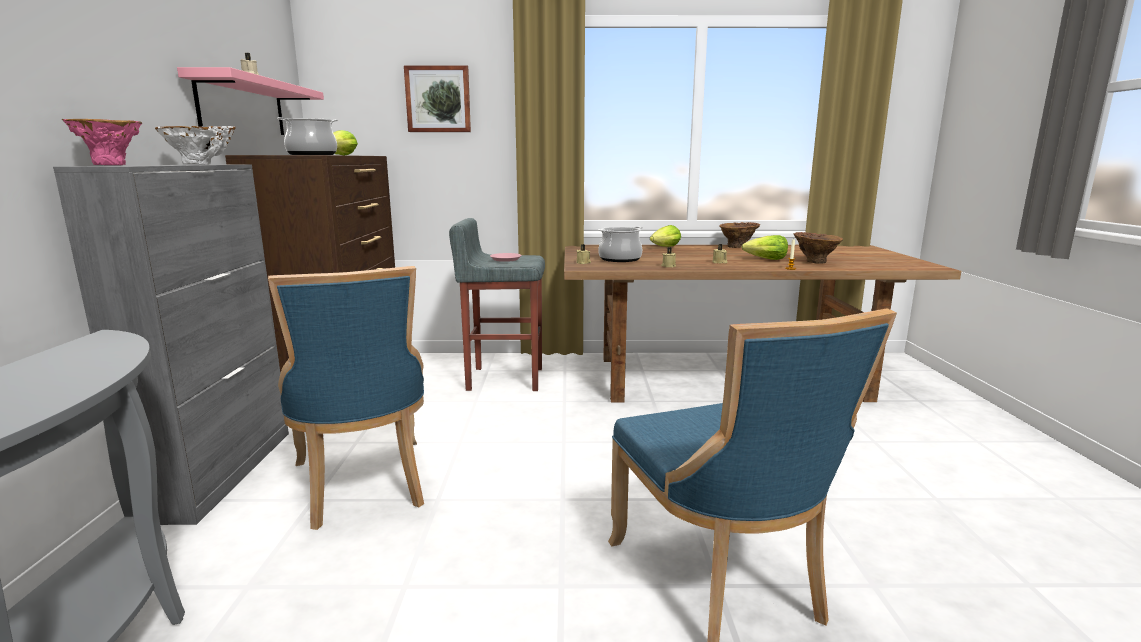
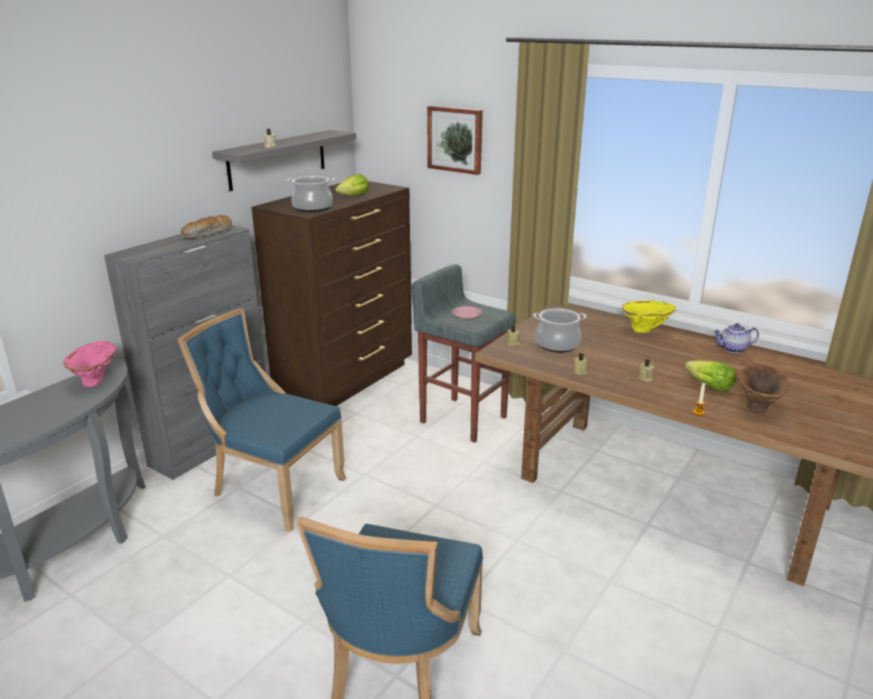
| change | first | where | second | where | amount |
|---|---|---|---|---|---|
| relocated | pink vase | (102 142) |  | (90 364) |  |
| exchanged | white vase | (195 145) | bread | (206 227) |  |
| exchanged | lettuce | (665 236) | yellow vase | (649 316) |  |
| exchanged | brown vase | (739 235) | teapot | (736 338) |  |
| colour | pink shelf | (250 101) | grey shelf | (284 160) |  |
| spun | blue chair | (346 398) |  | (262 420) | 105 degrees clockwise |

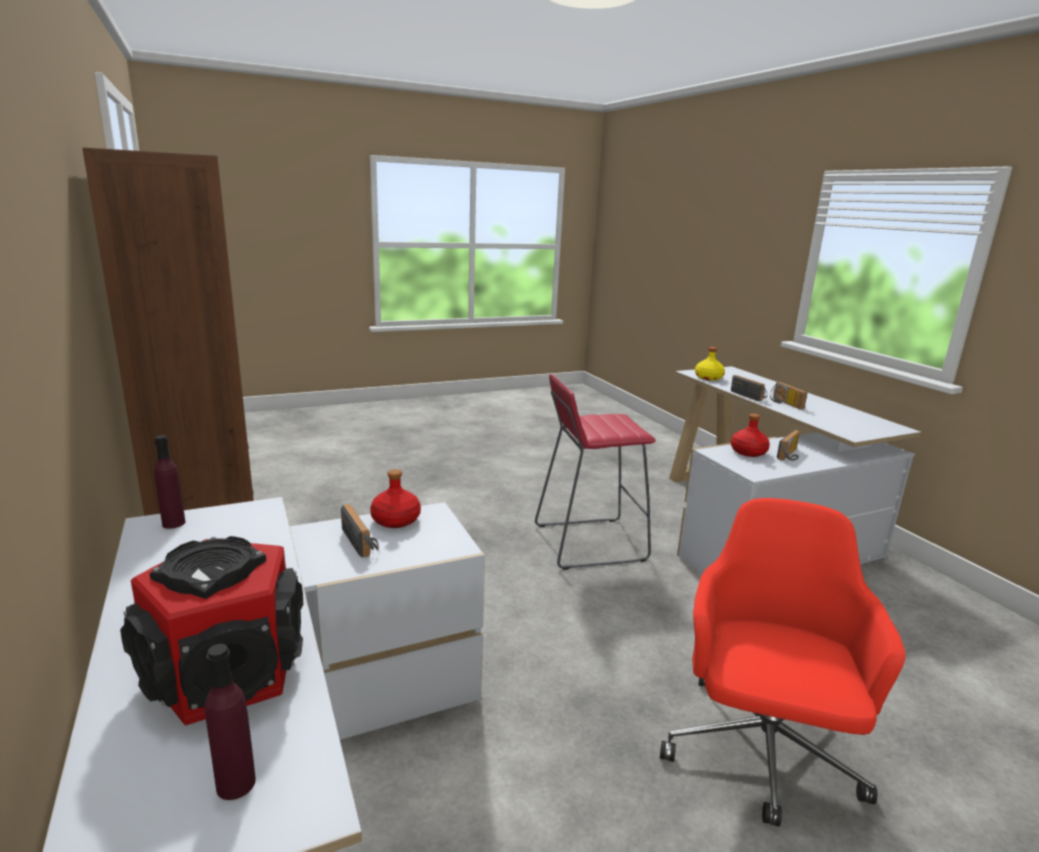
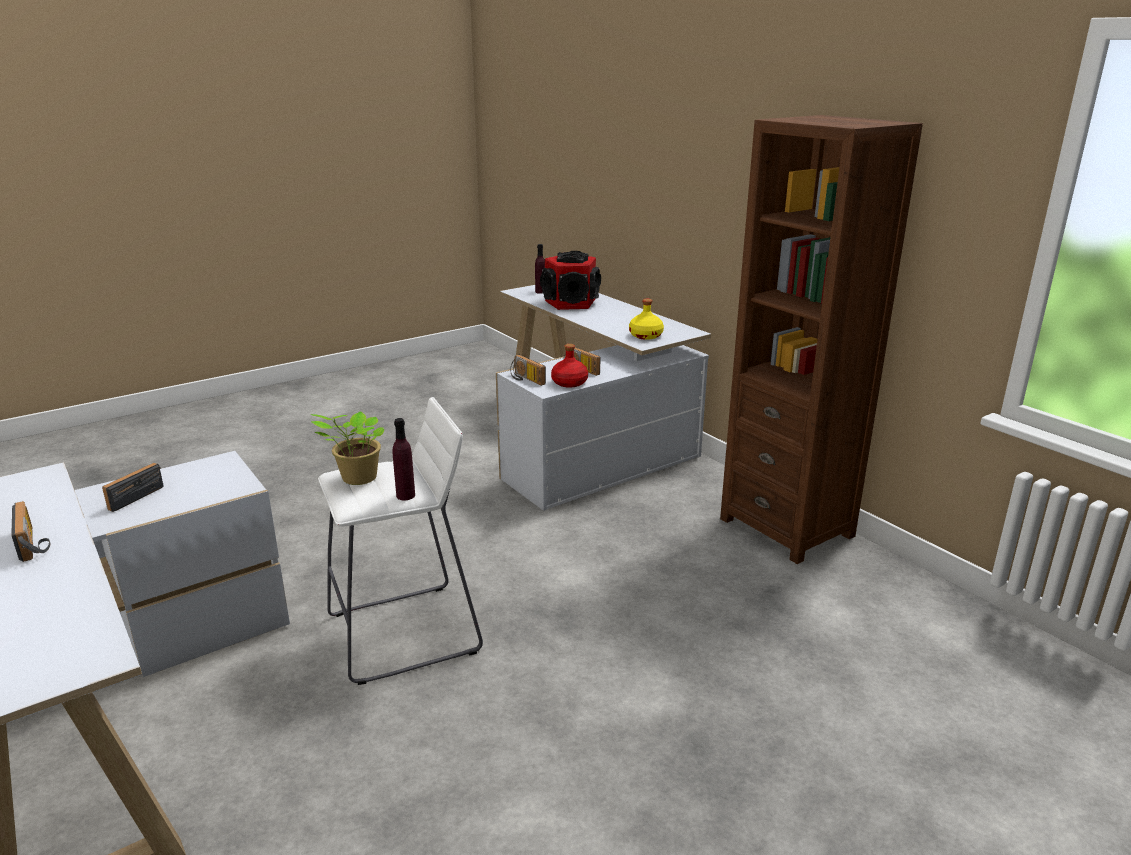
| change | first | where | second | where | amount |
|---|---|---|---|---|---|
| missing | red office chair | (783 662) |  |  |  |
| missing | red bottle | (750 435) |  |  |  |
| appeared |  |  | potted plant | (347 448) |  |
| relocated | purple bottle | (169 482) |  | (403 459) |  |
| relocated | yellow bottle | (710 364) |  | (646 319) |  |
| relocated | radio | (749 388) |  | (528 370) |  |
| colour | red stool | (595 472) | white stool | (400 541) |  |

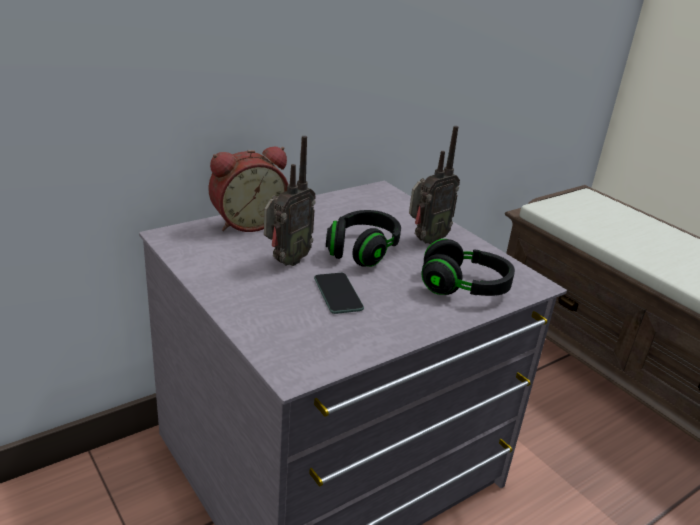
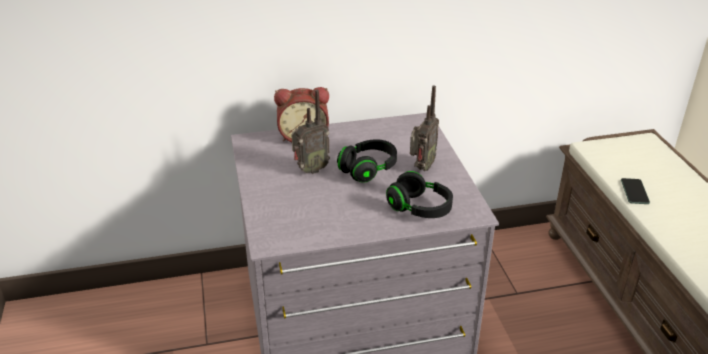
| change | first | where | second | where | amount |
|---|---|---|---|---|---|
| relocated | phone | (339 293) |  | (635 191) |  |
| spun | radio | (434 185) |  | (424 128) | 45 degrees counterclockwise |

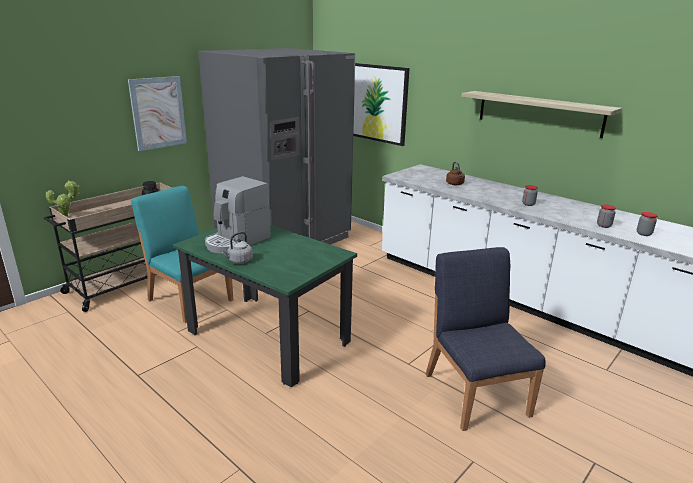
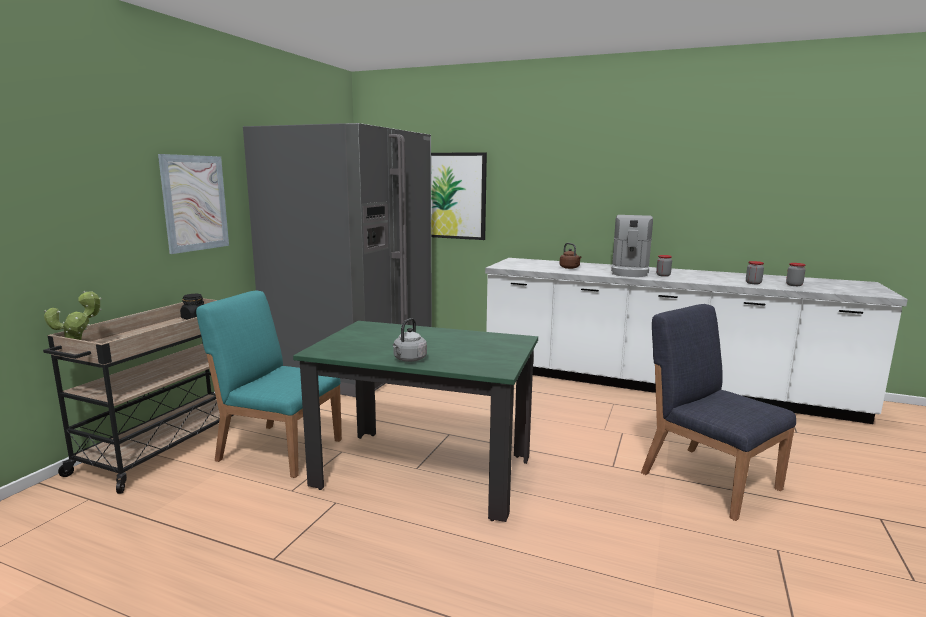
| change | first | where | second | where | amount |
|---|---|---|---|---|---|
| missing | shelf | (541 114) |  |  |  |
| relocated | coffee machine | (238 215) |  | (632 246) |  |

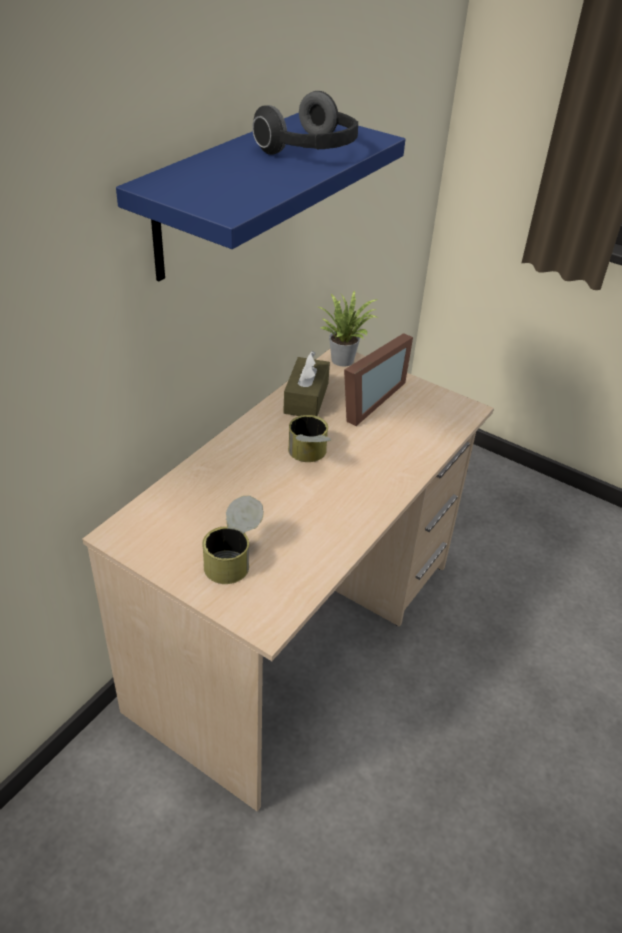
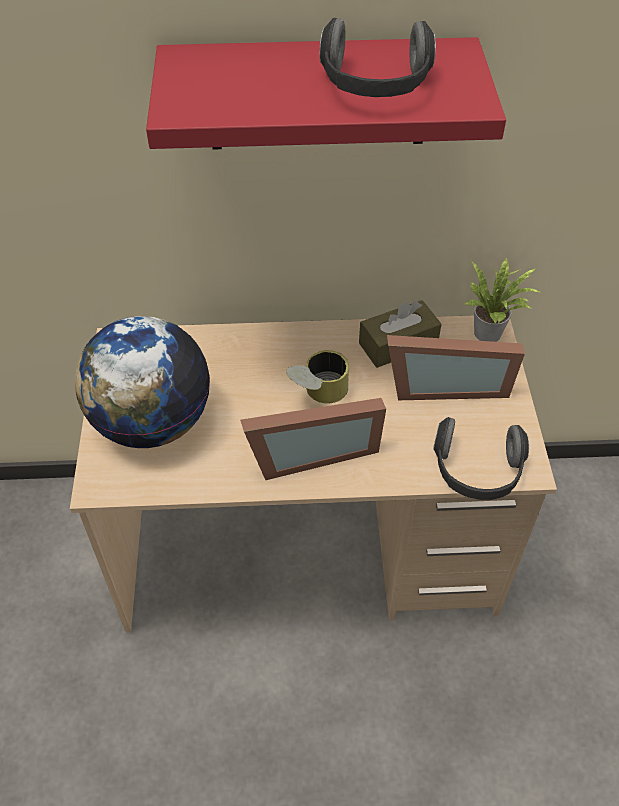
| change | first | where | second | where | amount |
|---|---|---|---|---|---|
| appeared |  |  | picture frame | (313 439) |  |
| appeared |  |  | headphones | (481 458) |  |
| exchanged | can | (233 540) | globe | (142 382) |  |
| colour | blue shelf | (260 197) | red shelf | (326 93) |  |

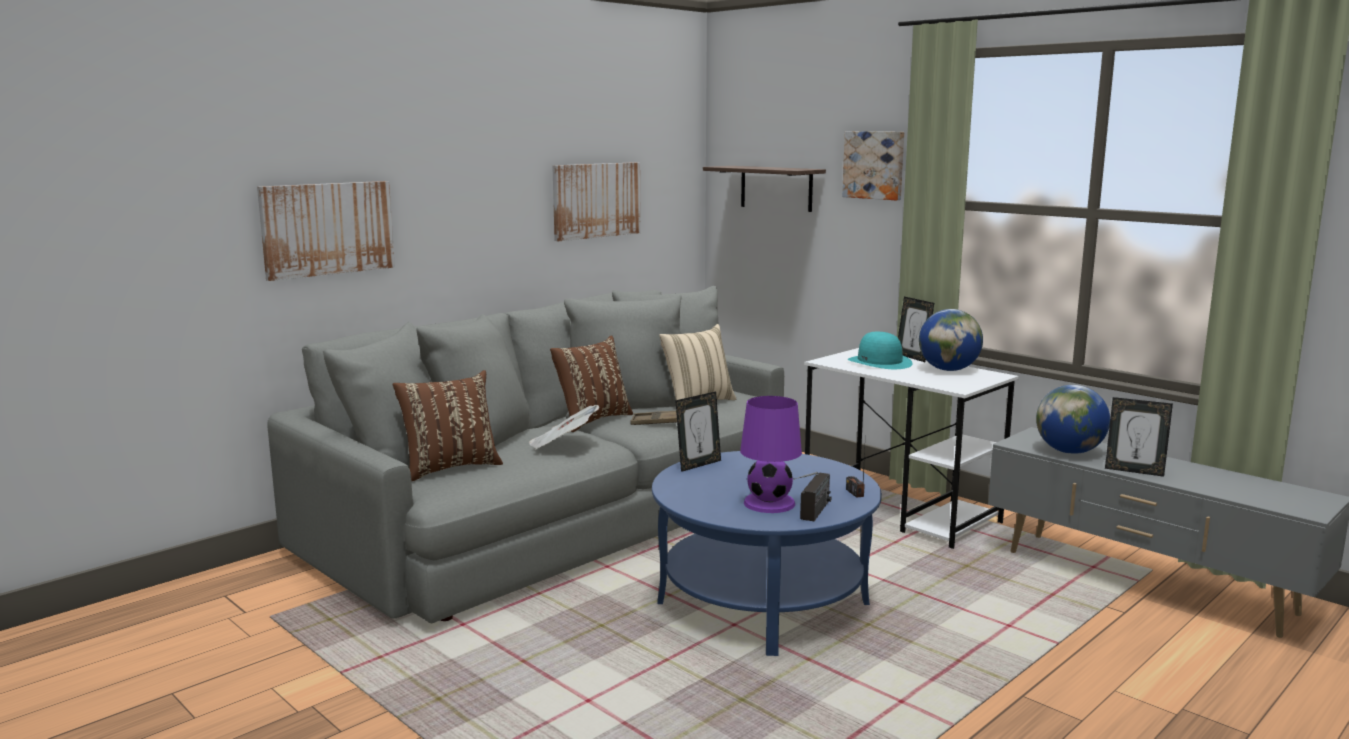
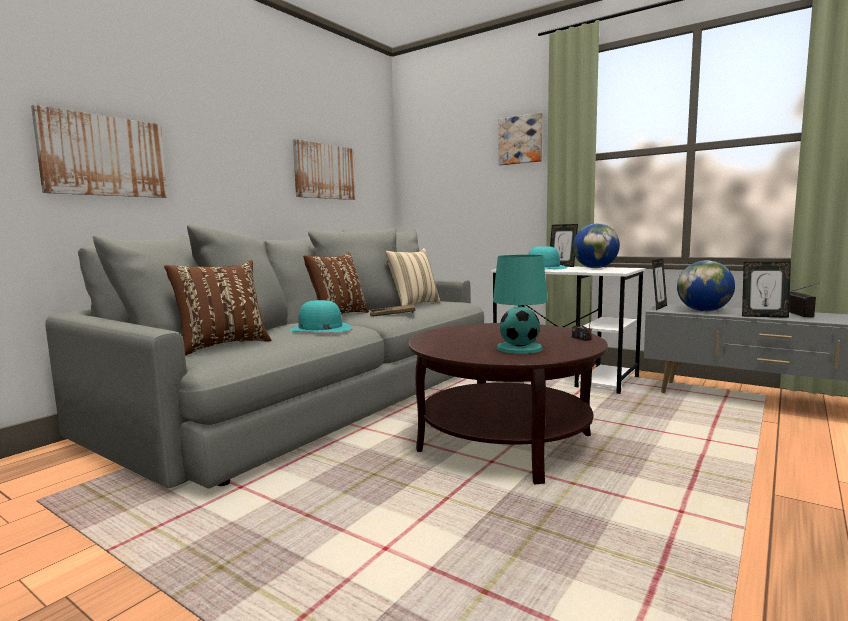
| change | first | where | second | where | amount |
|---|---|---|---|---|---|
| missing | shelf | (764 189) |  |  |  |
| relocated | picture frame | (698 432) |  | (659 284) |  |
| relocated | radio | (813 496) |  | (804 300) |  |
| exchanged | newspaper | (564 427) | turquoise hat | (320 316) |  |
| colour | blue coffee table | (767 553) | brown coffee table | (508 404) |  |
| colour | purple table lamp | (771 454) | turquoise table lamp | (520 304) |  |

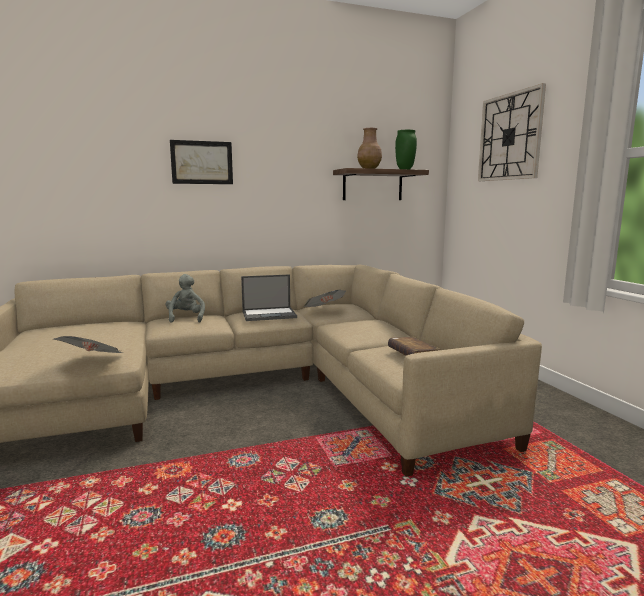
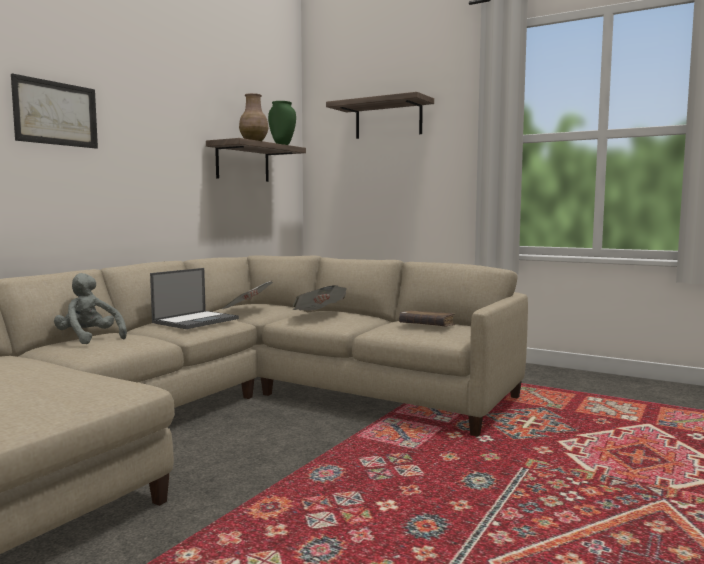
| change | first | where | second | where | amount |
|---|---|---|---|---|---|
| relocated | newspaper | (88 344) |  | (319 298) |  |
| exchanged | wall clock | (512 132) | shelf | (380 115) |  |

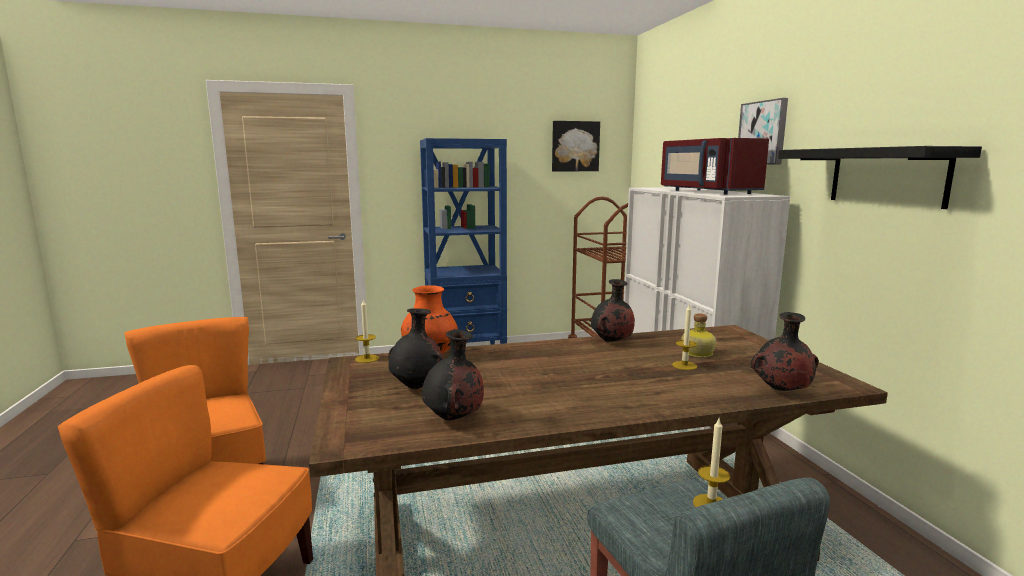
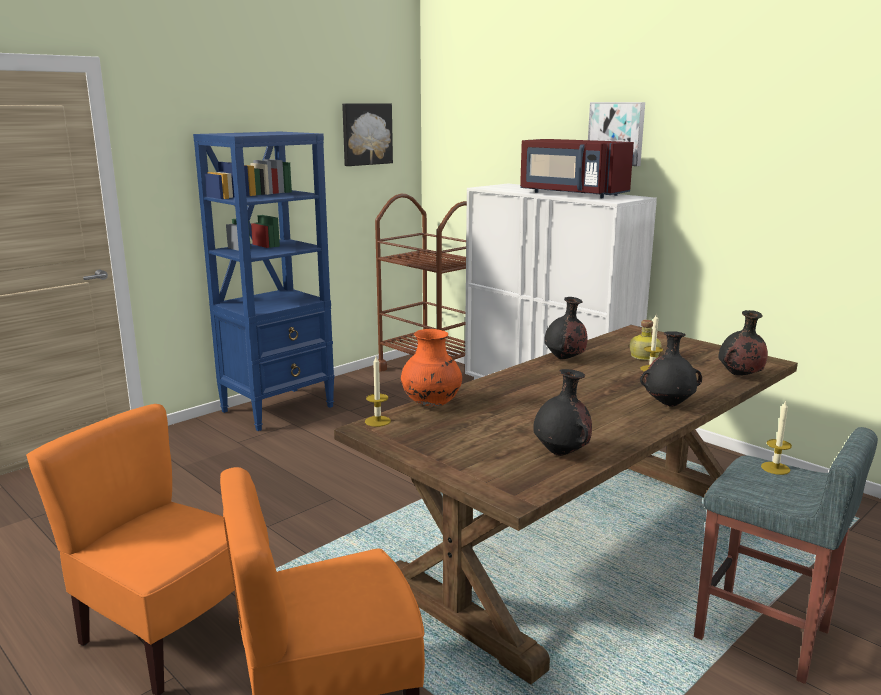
| change | first | where | second | where | amount |
|---|---|---|---|---|---|
| missing | black shelf | (880 177) |  |  |  |
| relocated | black vase | (416 348) |  | (671 369) |  |

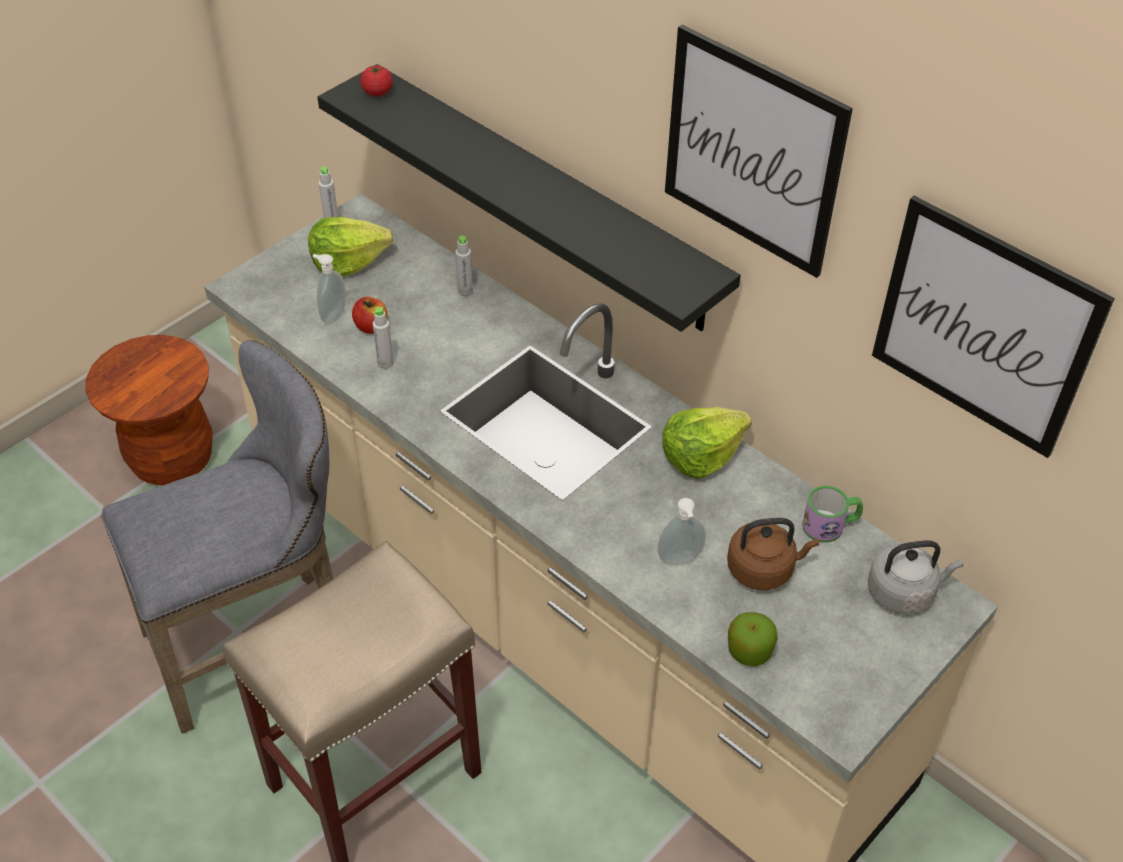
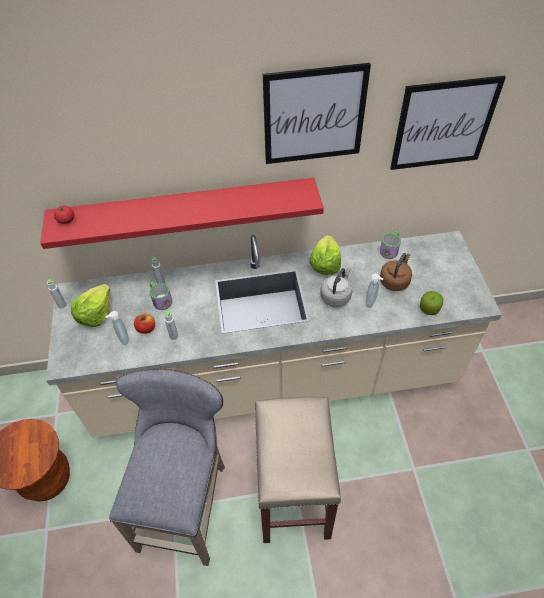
| change | first | where | second | where | amount |
|---|---|---|---|---|---|
| appeared |  |  | mug | (161 296) |  |
| relocated | grey kettle | (915 577) |  | (336 287) |  |
| colour | black shelf | (529 198) | red shelf | (182 213) |  |

